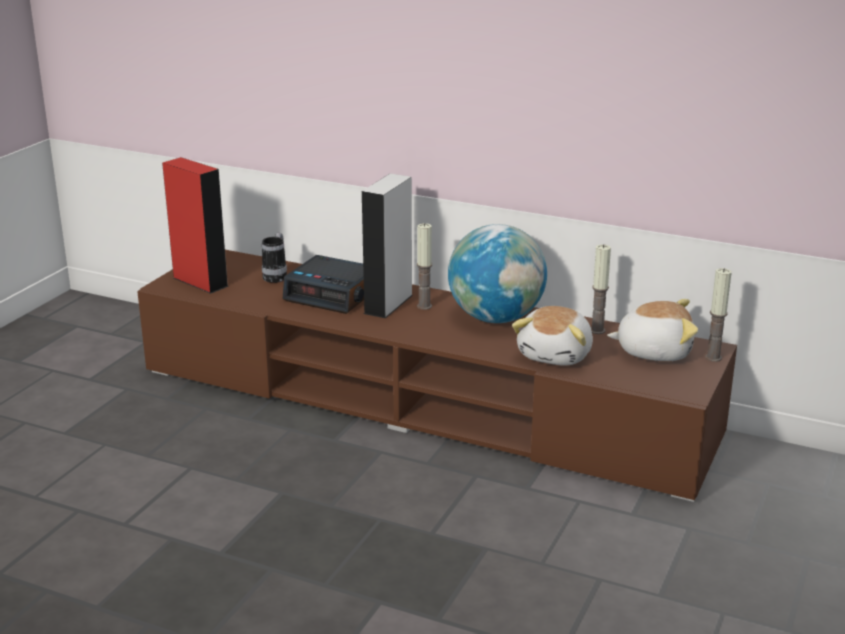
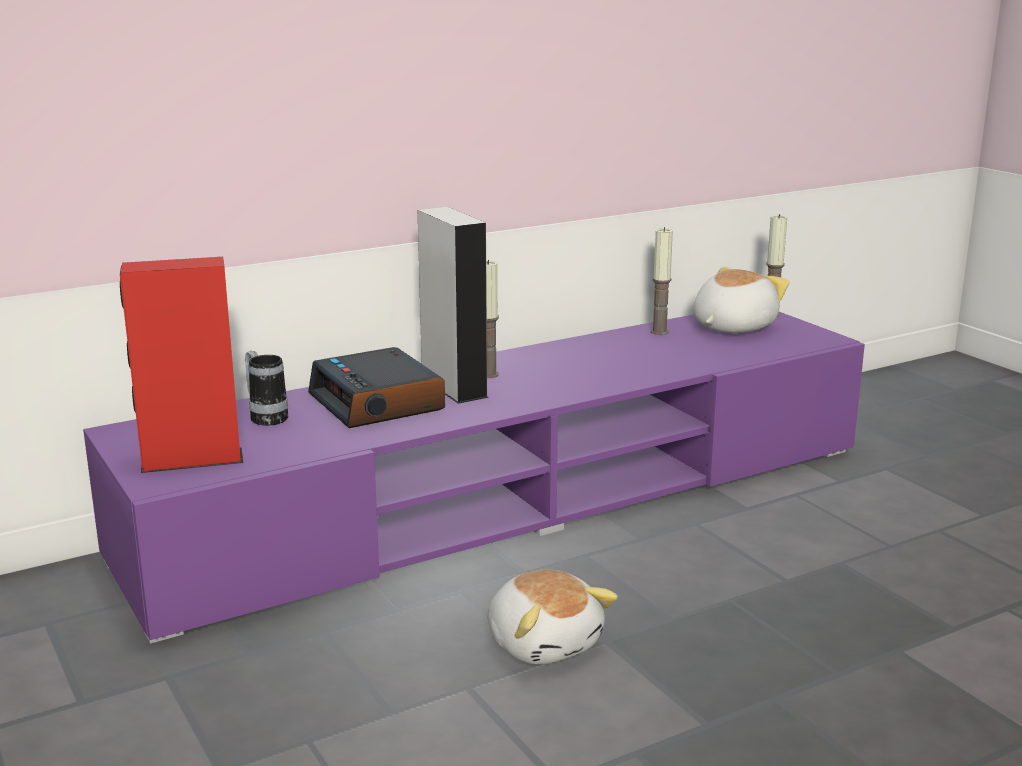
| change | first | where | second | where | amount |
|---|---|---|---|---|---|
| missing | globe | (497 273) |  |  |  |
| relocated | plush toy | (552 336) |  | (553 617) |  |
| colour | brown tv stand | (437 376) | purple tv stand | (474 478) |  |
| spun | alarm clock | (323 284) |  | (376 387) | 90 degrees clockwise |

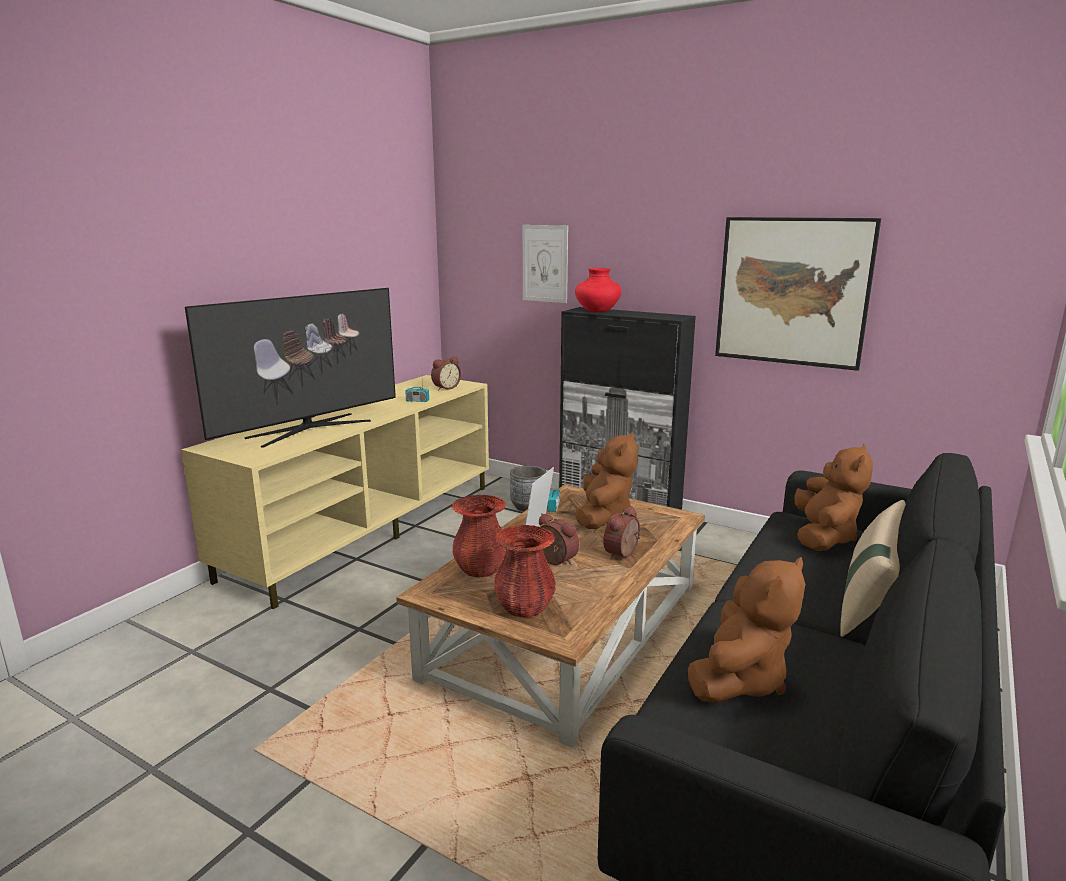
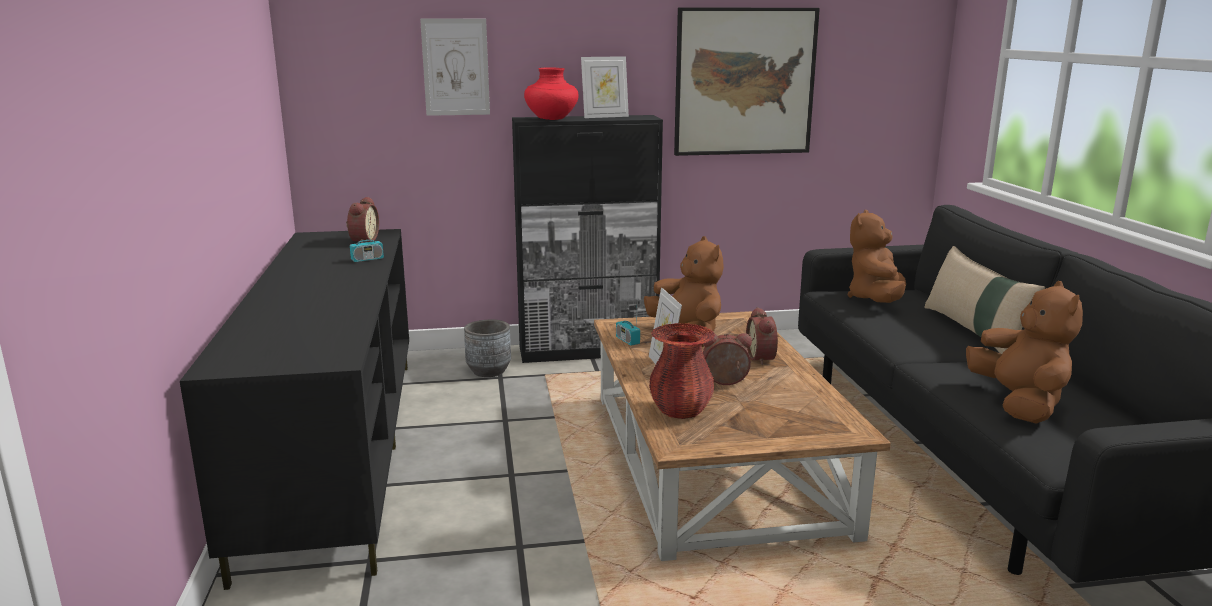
| change | first | where | second | where | amount |
|---|---|---|---|---|---|
| missing | television | (290 368) |  |  |  |
| missing | red vase | (524 571) |  |  |  |
| appeared |  |  | picture frame | (605 87) |  |
| colour | beige tv stand | (335 492) | black tv stand | (294 409) |  |
| spun | brown plush toy | (834 497) |  | (877 256) | 135 degrees counterclockwise |

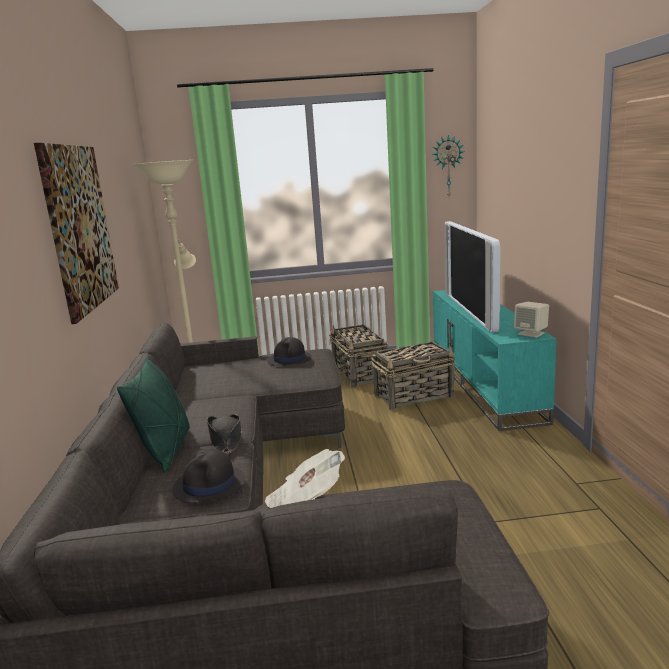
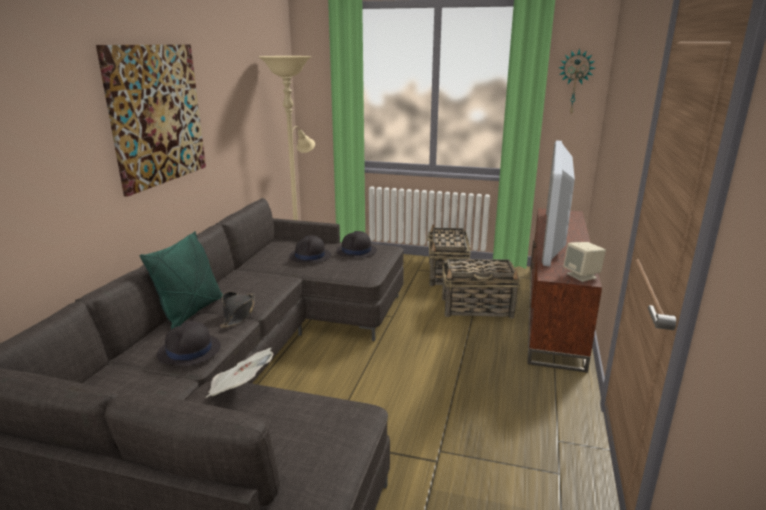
| change | first | where | second | where | amount |
|---|---|---|---|---|---|
| appeared |  |  | black hat | (310 248) |  |
| colour | turquoise tv stand | (494 360) | brown tv stand | (564 290) |  |

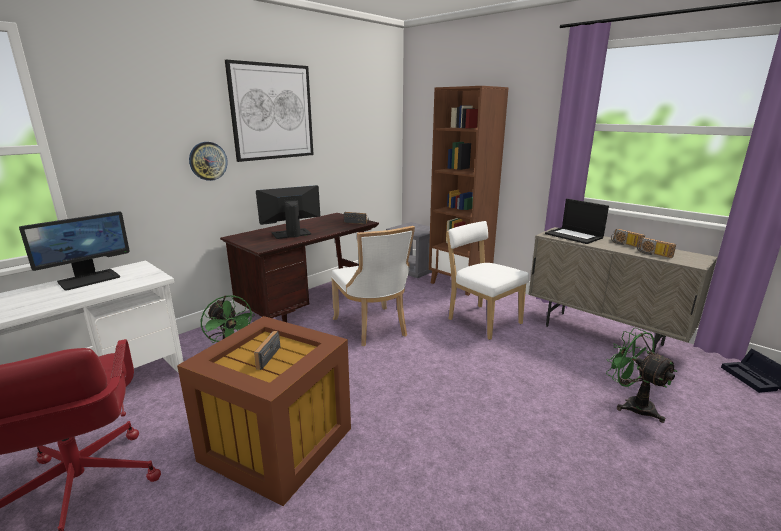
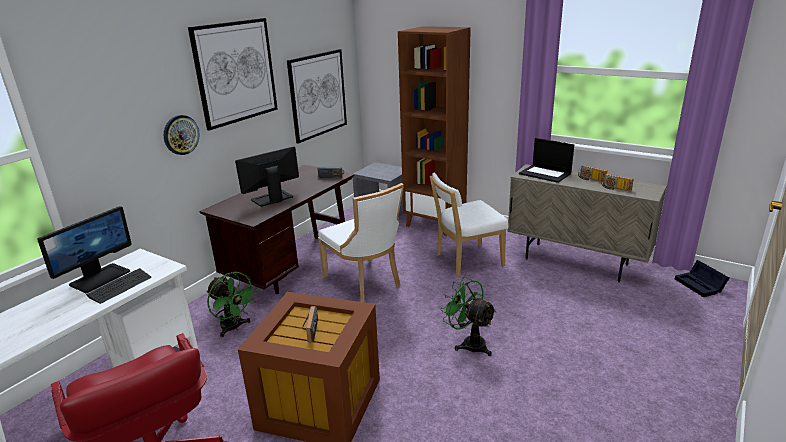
| change | first | where | second | where | amount |
|---|---|---|---|---|---|
| appeared |  |  | keyboard | (118 286) |  |
| appeared |  |  | picture | (317 96) |  |
| relocated | green fan | (641 375) |  | (468 316) |  |
| spun | white chair | (487 280) |  | (469 224) | 60 degrees counterclockwise |

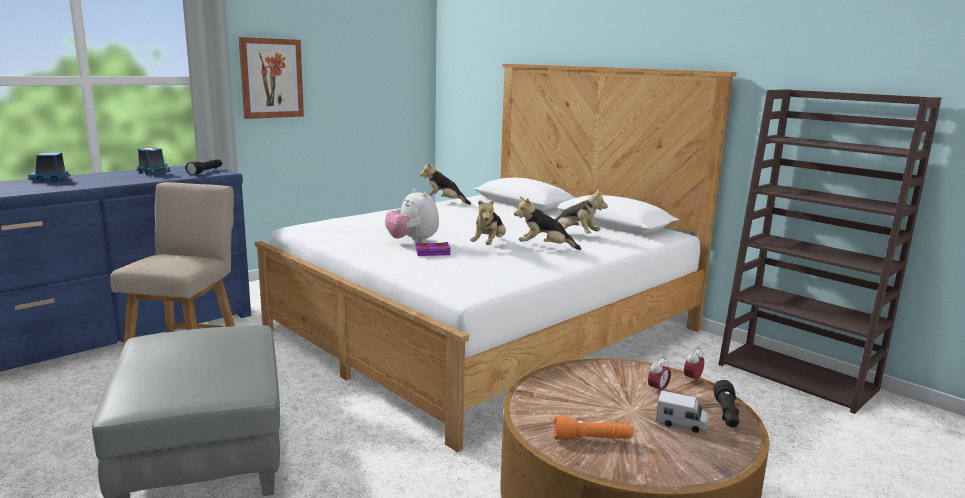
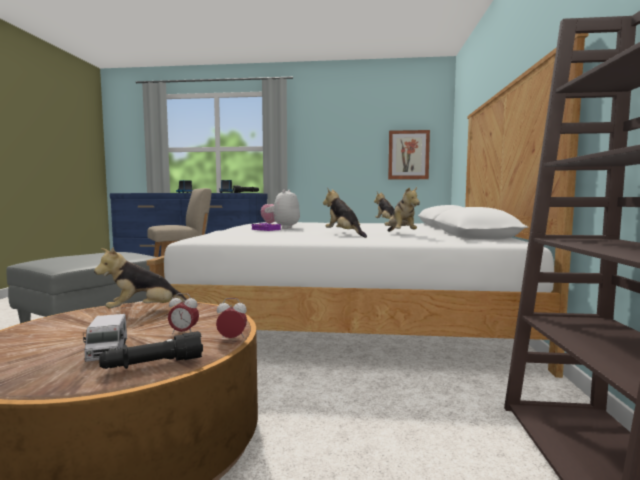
| change | first | where | second | where | amount |
|---|---|---|---|---|---|
| missing | orange flashlight | (594 428) |  |  |  |
| relocated | picture | (271 78) |  | (409 155) |  |
| relocated | plush toy | (488 222) |  | (140 278) |  |

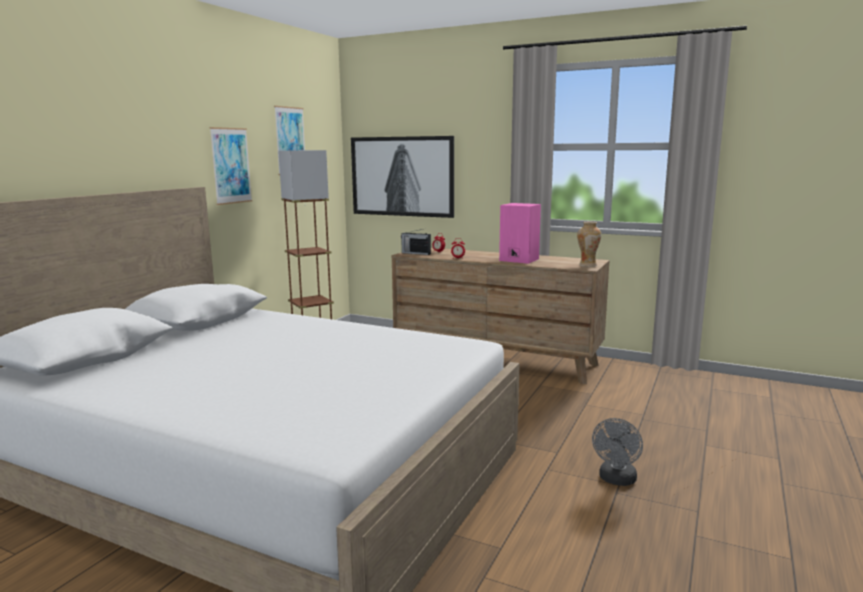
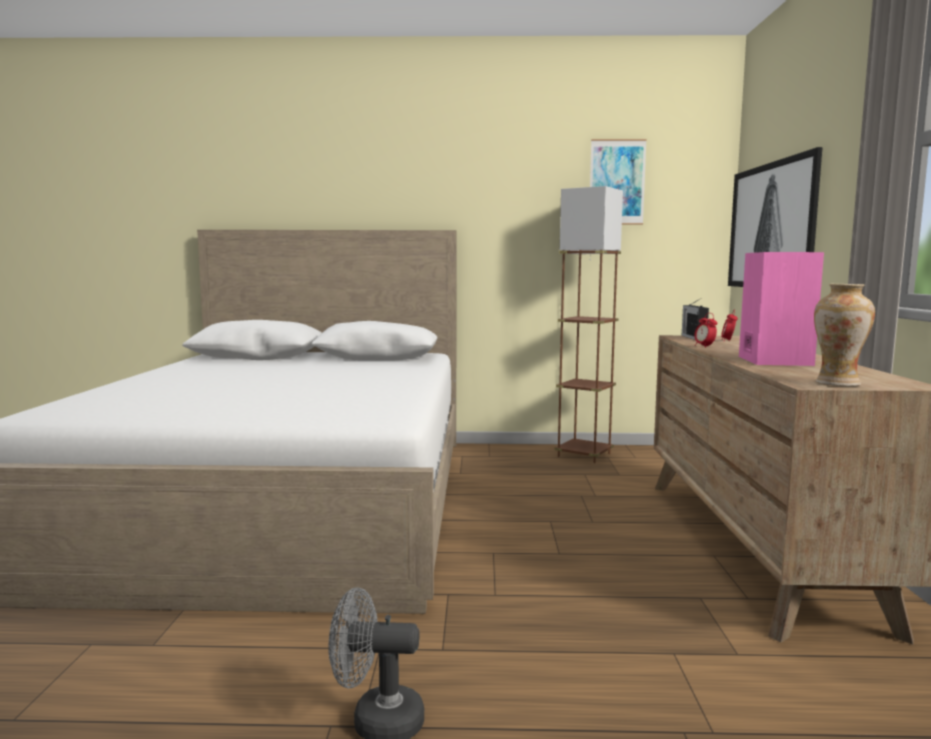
| change | first | where | second | where | amount |
|---|---|---|---|---|---|
| missing | picture | (230 166) |  |  |  |

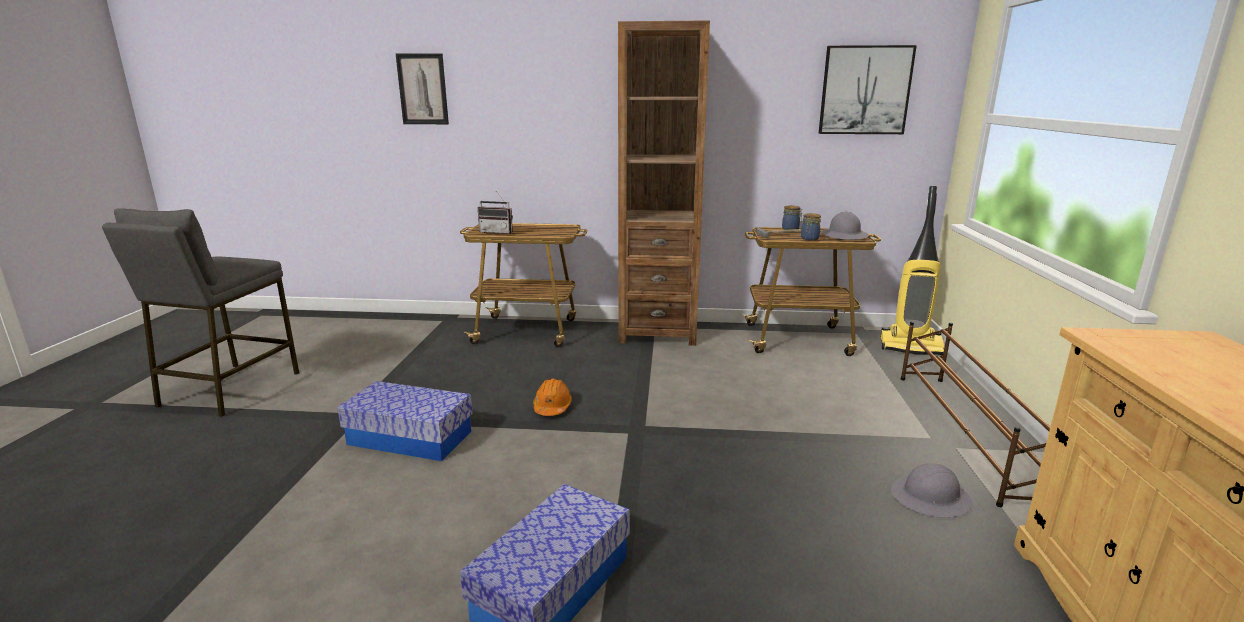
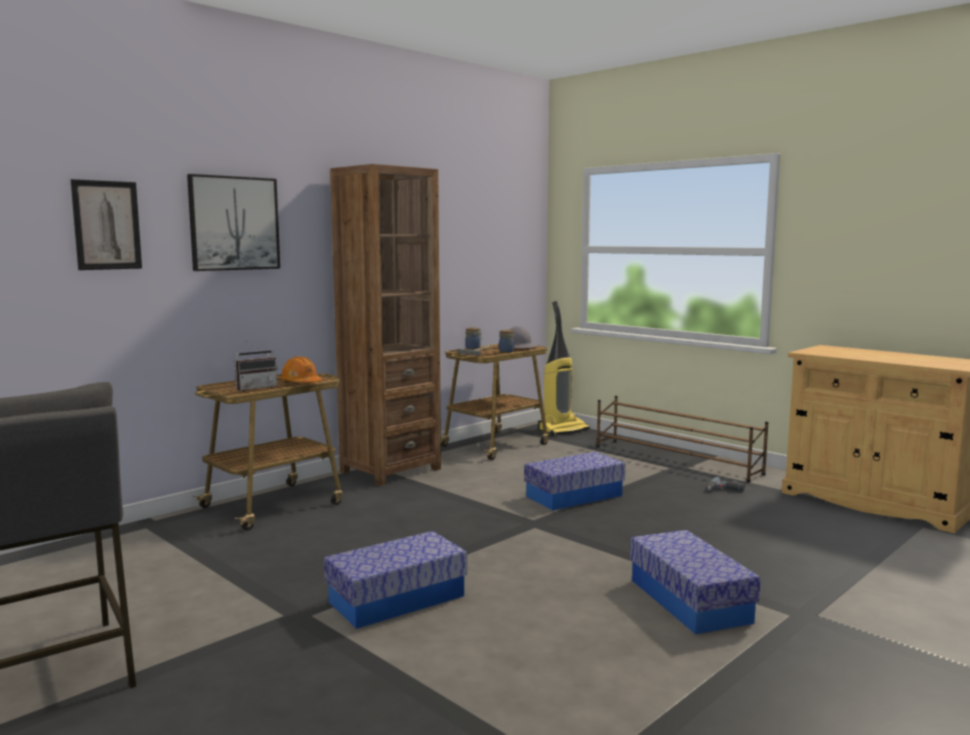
| change | first | where | second | where | amount |
|---|---|---|---|---|---|
| appeared |  |  | storage box | (574 481) |  |
| relocated | orange hard hat | (552 397) |  | (301 369) |  |
| relocated | picture | (868 89) |  | (233 222) |  |
| exchanged | grey hard hat | (931 490) | power drill | (725 484) |  |

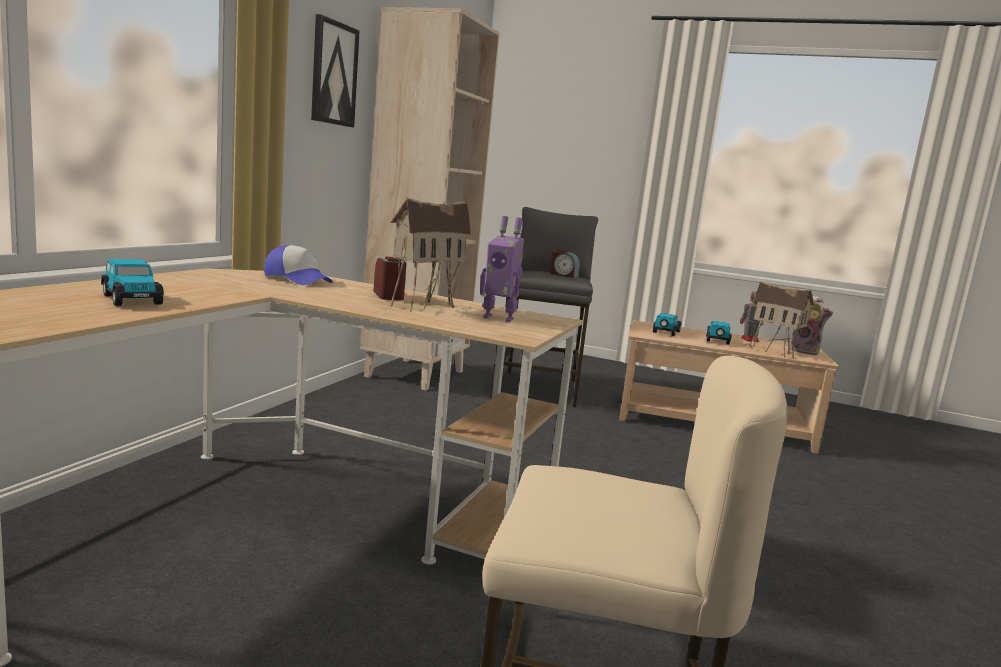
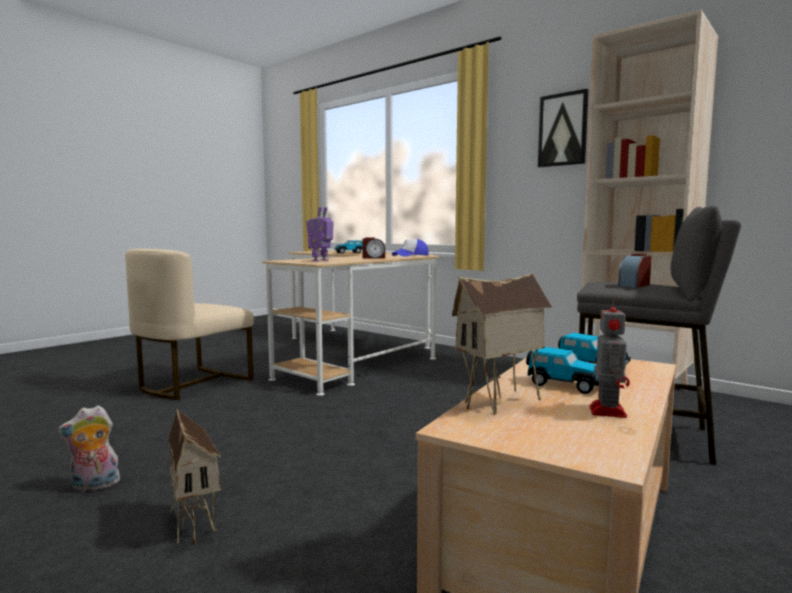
| change | first | where | second | where | amount |
|---|---|---|---|---|---|
| relocated | toy house | (430 254) |  | (194 476) |  |
| relocated | plush toy | (811 325) |  | (89 448) |  |

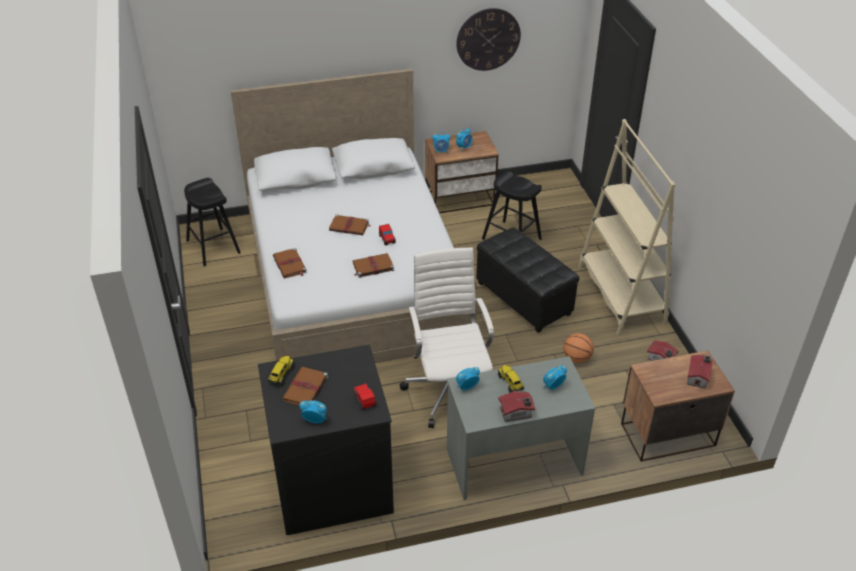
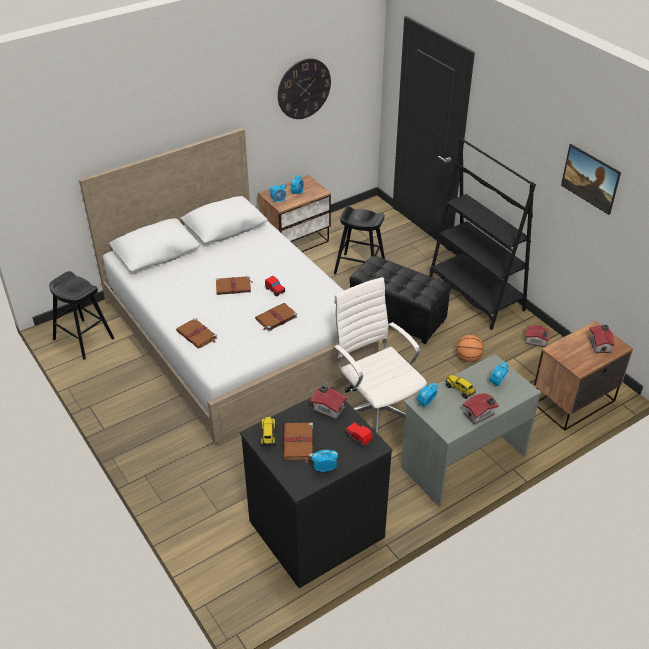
| change | first | where | second | where | amount |
|---|---|---|---|---|---|
| appeared |  |  | toy house | (329 402) |  |
| appeared |  |  | picture | (591 179) |  |
| colour | beige bookcase | (626 227) | black bookcase | (482 233) |  |

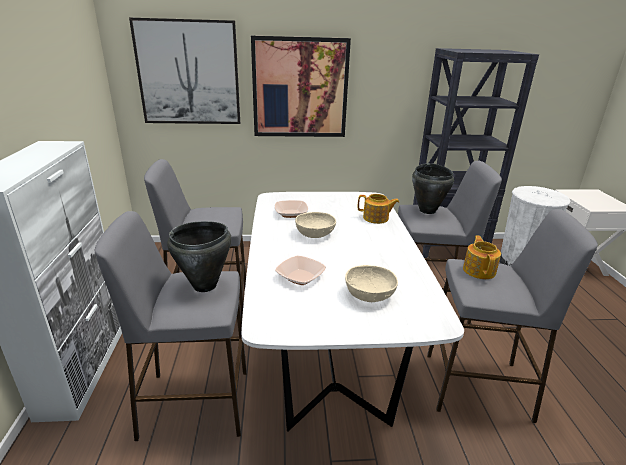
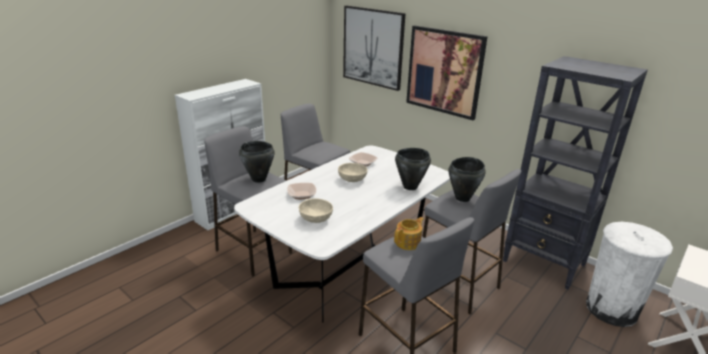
| change | first | where | second | where | amount |
|---|---|---|---|---|---|
| exchanged | teapot | (378 209) | black cooking pot | (413 169) |  |

